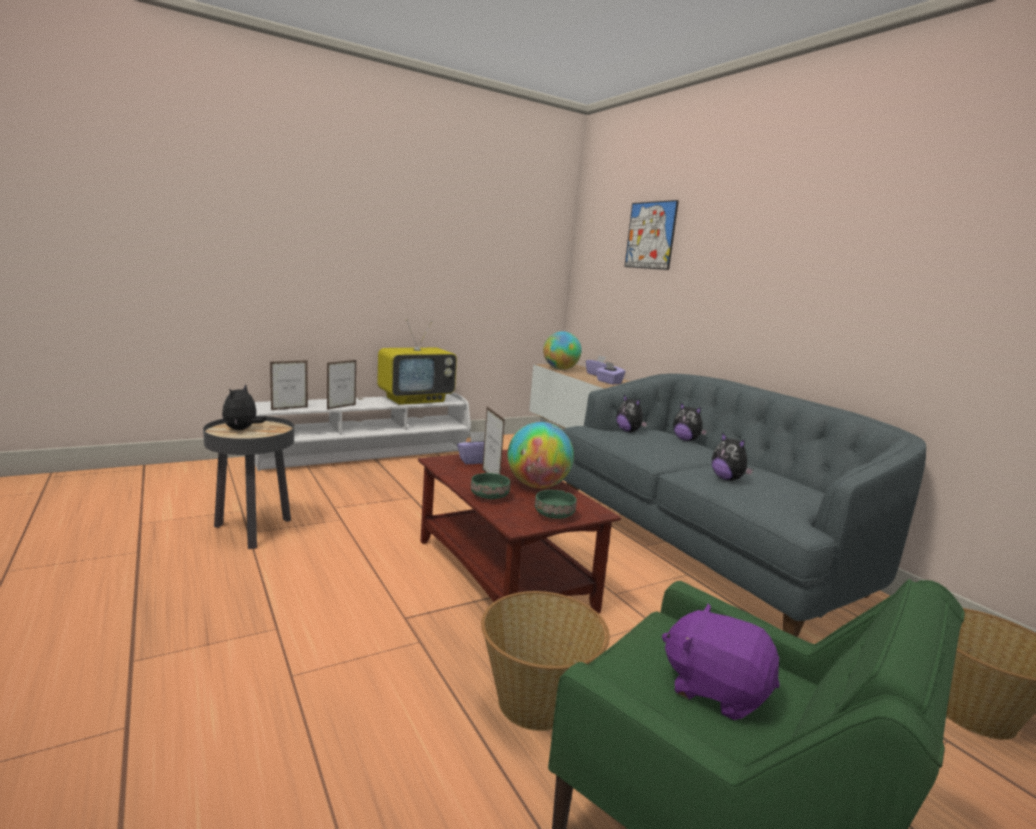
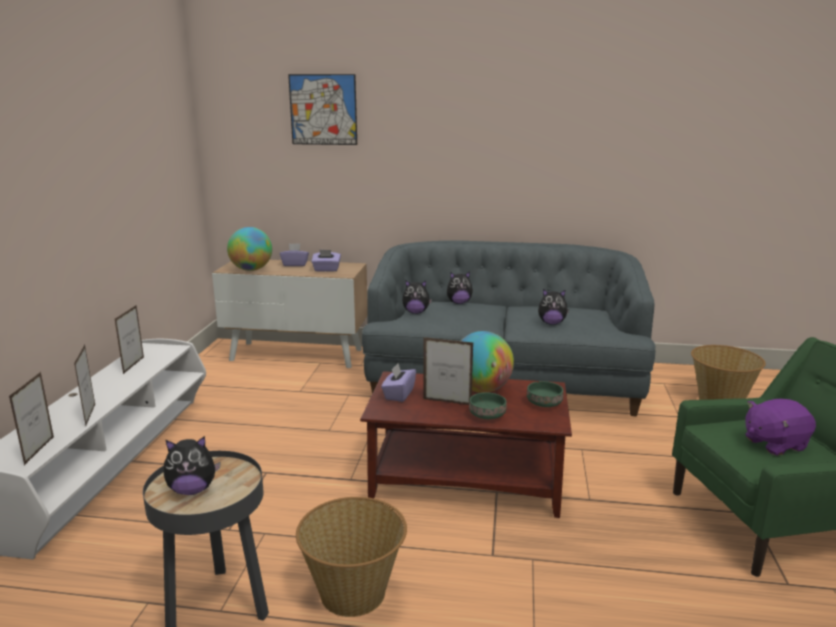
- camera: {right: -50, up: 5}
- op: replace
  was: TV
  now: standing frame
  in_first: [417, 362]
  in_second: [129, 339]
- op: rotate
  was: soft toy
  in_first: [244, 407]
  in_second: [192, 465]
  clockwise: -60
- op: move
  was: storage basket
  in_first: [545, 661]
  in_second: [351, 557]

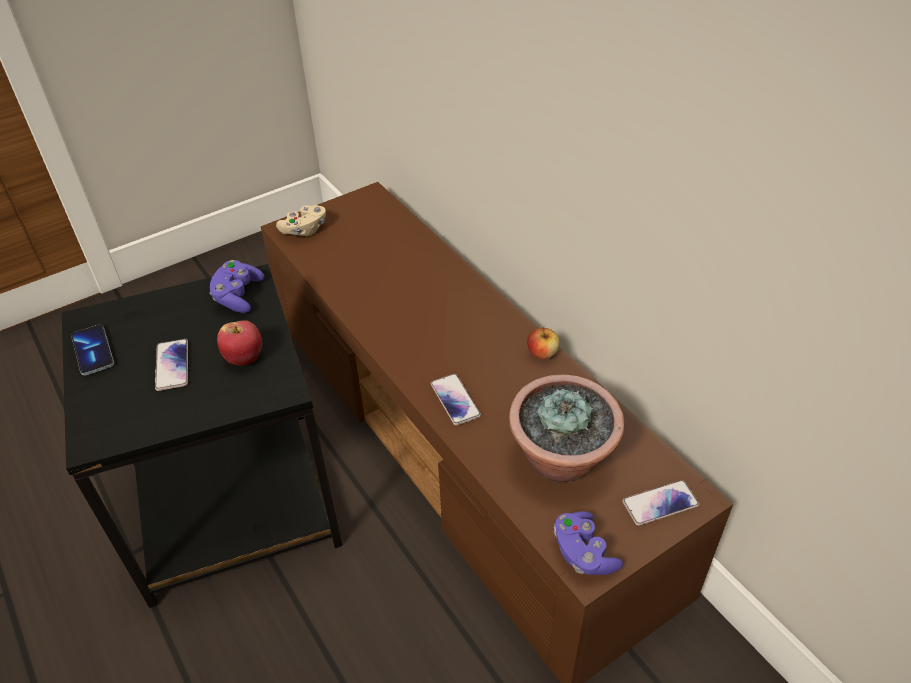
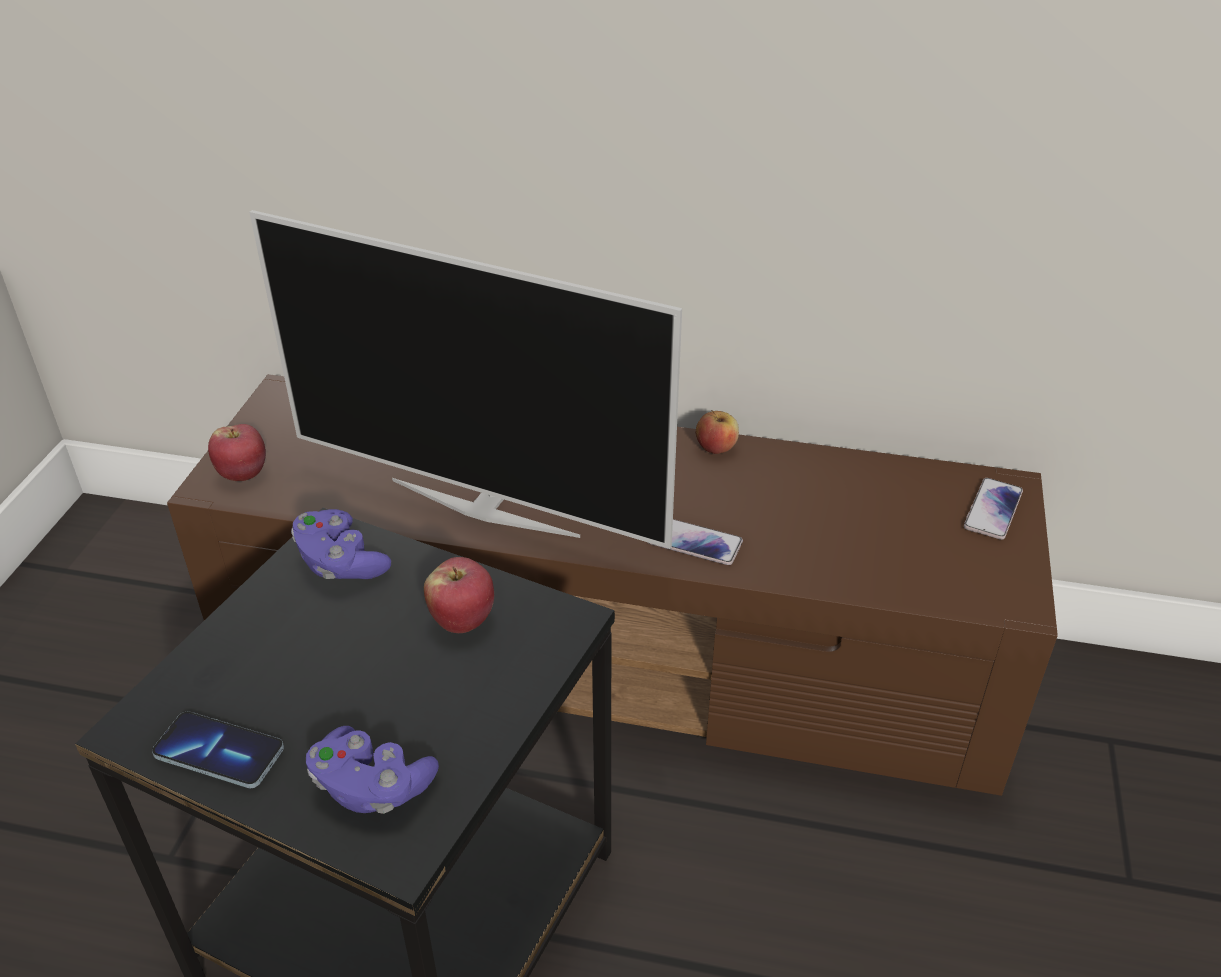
- camera: {right: -45, up: -5}
- op: replace
  was: gamepad (beige-coloured)
  now: apple fruit
  in_first: [301, 220]
  in_second: [237, 452]
- op: delete
  was: handset
  in_first: [171, 365]
- op: delete
  was: houseplant
  in_first: [566, 428]
- op: move
  was: gamepad (purple)
  in_first: [588, 543]
  in_second: [372, 770]
- op: insert
  now: TV
  in_second: [465, 379]

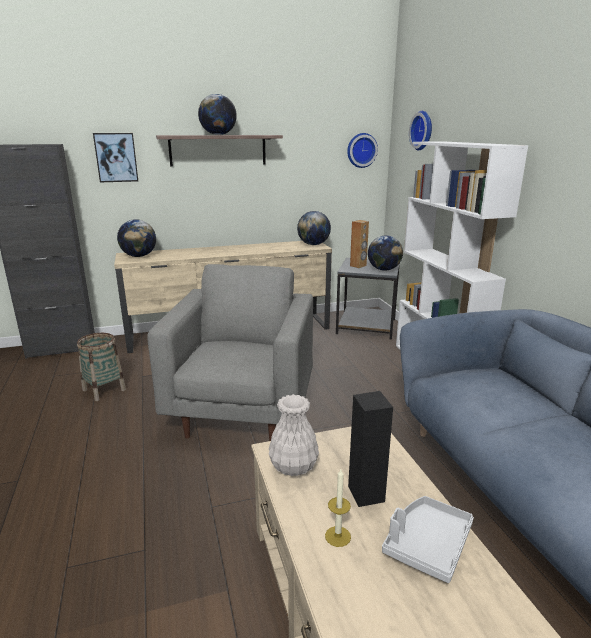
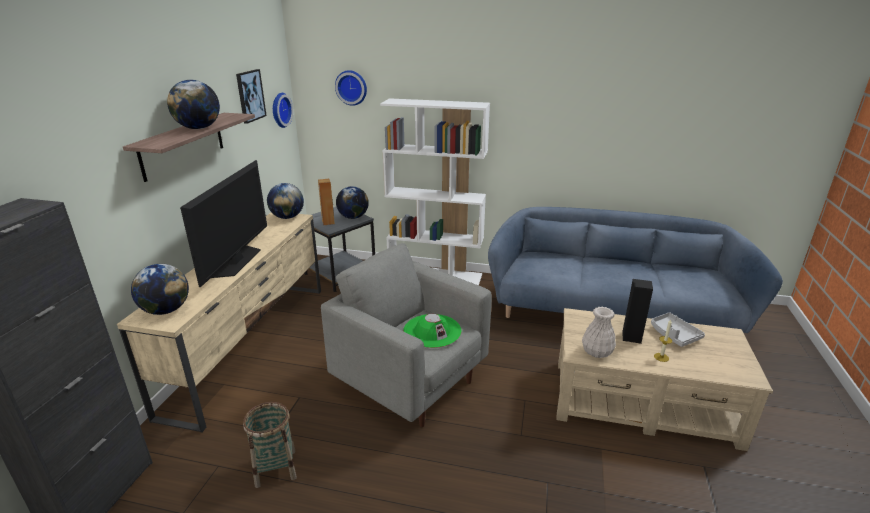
- camera: {right: -60, up: 5}
- op: move
  was: wall picture
  in_first: [115, 157]
  in_second: [251, 96]
- op: insert
  now: TV
  in_second: [223, 223]
- op: insert
  now: wearable hat (greenish)
  in_second: [432, 331]

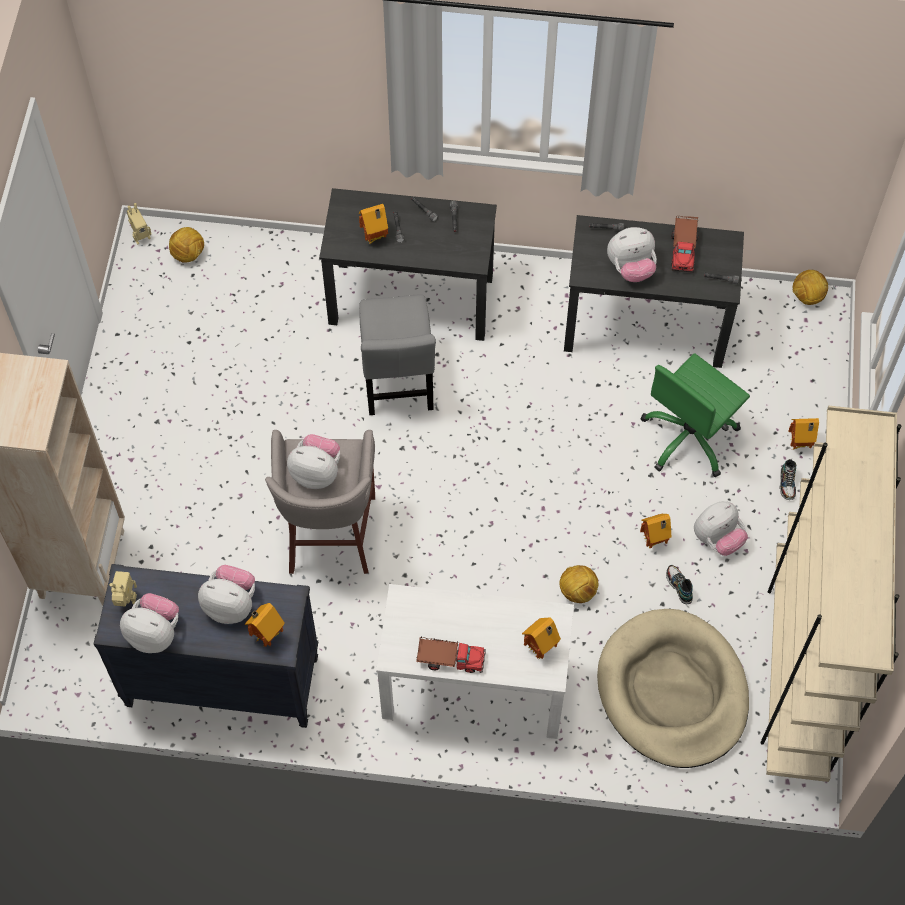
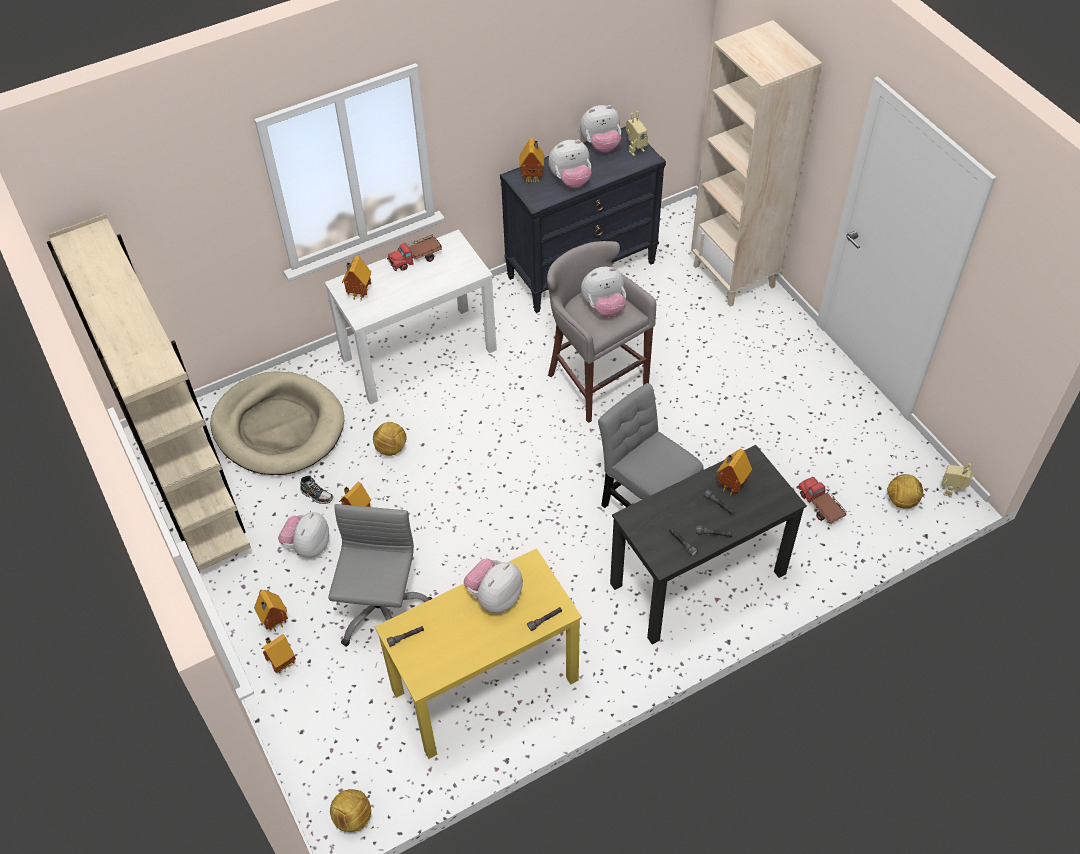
- camera: {right: 145, up: -10}
- op: recolor
  was: desk (black)
  now: desk (yellowish)
  in_first: [654, 291]
  in_second: [478, 653]
- op: move
  was: toy lorry
  in_first: [685, 244]
  in_second: [821, 500]
- op: recolor
  was: office chair (greenish)
  now: office chair (grey)
  in_first: [695, 415]
  in_second: [380, 575]
- op: replace
  was: item of footwear
  now: model house
  in_first: [788, 479]
  in_second: [271, 610]

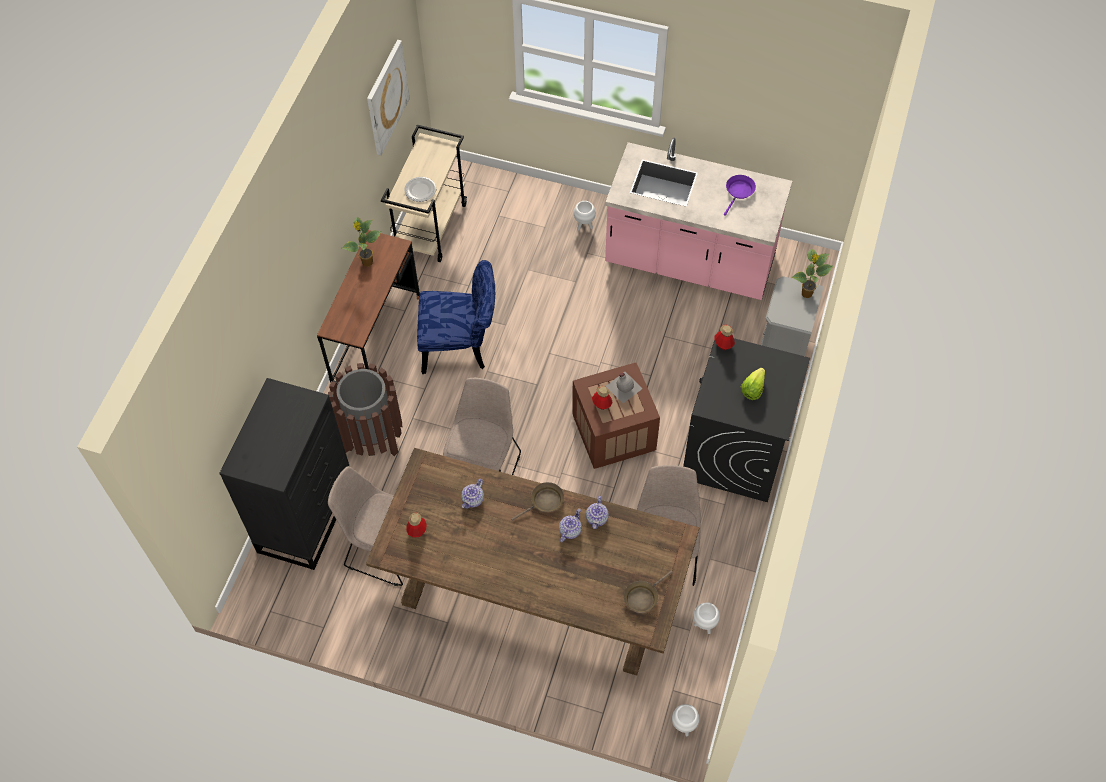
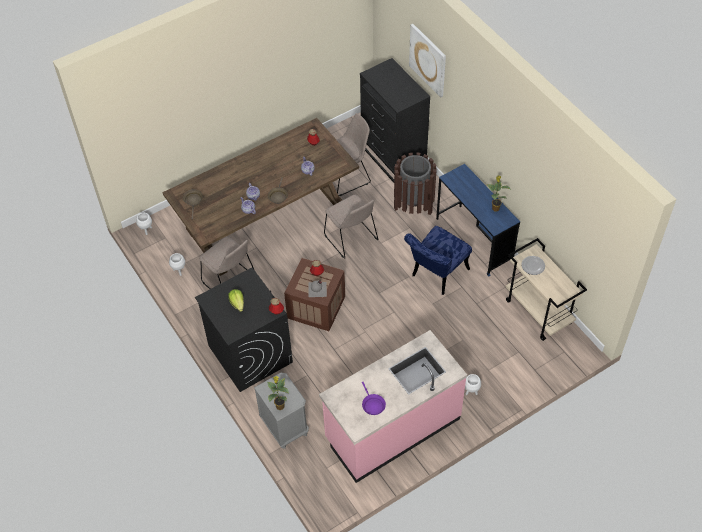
- camera: {right: 130, up: -5}
- op: move
  was: wall picture
  in_first: [388, 98]
  in_second: [427, 61]
- op: recolor
  was: desk (brown-coloured)
  now: desk (blue)
  in_first: [368, 307]
  in_second: [478, 220]

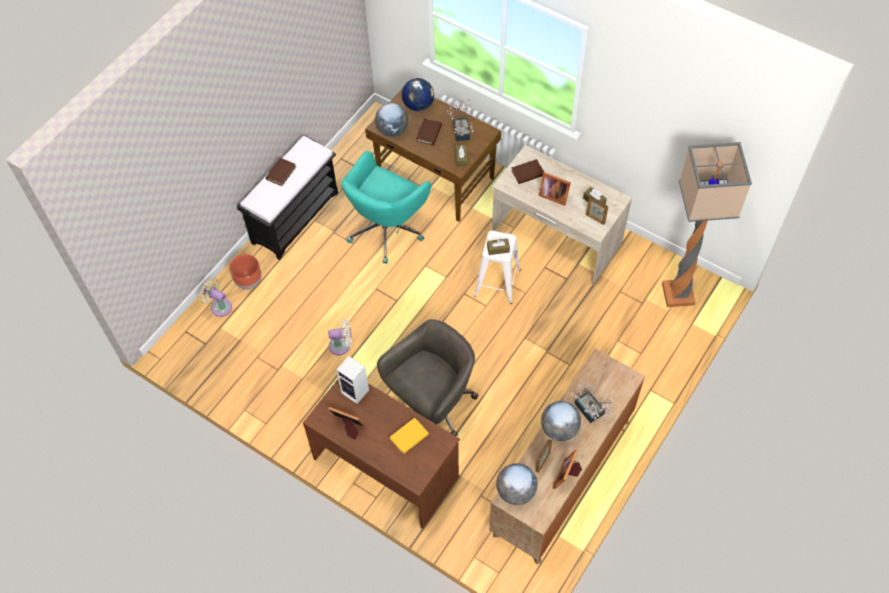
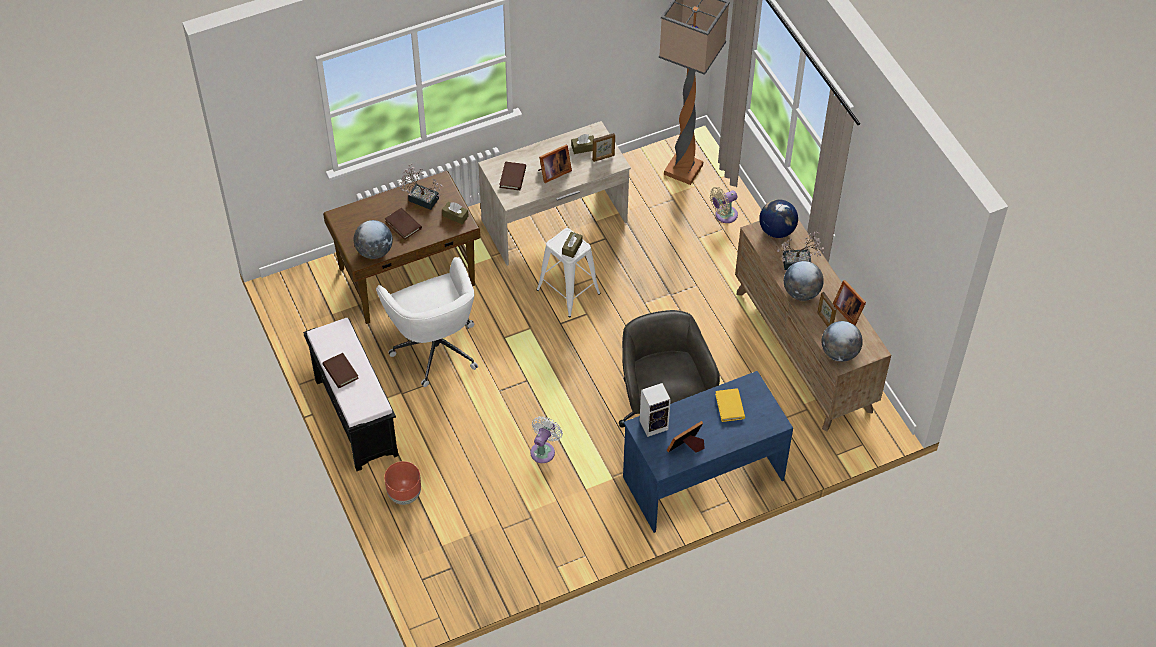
- camera: {right: -60, up: -5}
- op: move
  was: globe
  in_first: [418, 94]
  in_second: [778, 218]
- op: recolor
  was: office chair (blue-green)
  now: office chair (white-coloured)
  in_first: [386, 207]
  in_second: [427, 322]
- op: move
  was: electric fan (beige-coloured)
  in_first: [215, 297]
  in_second: [724, 205]
- op: recolor
  was: desk (brown-coloured)
  now: desk (blue)
  in_first: [381, 454]
  in_second: [708, 452]

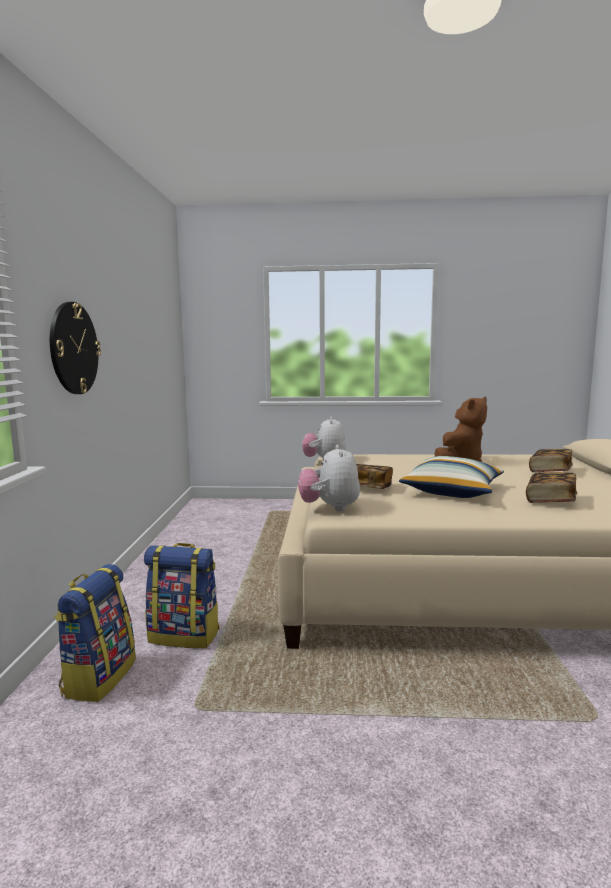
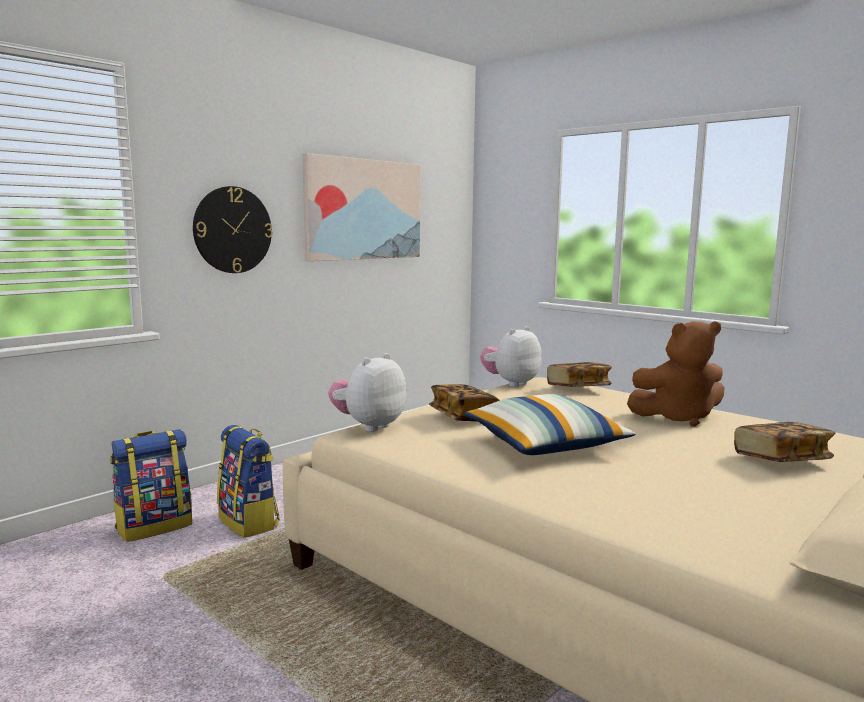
- camera: {right: 40, up: 0}
- op: move
  was: bound book
  in_first: [551, 487]
  in_second: [579, 374]
- op: insert
  now: wall picture
  in_second: [361, 207]

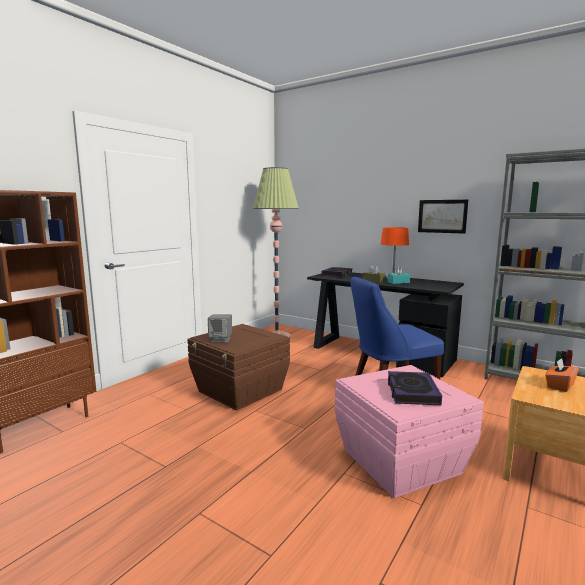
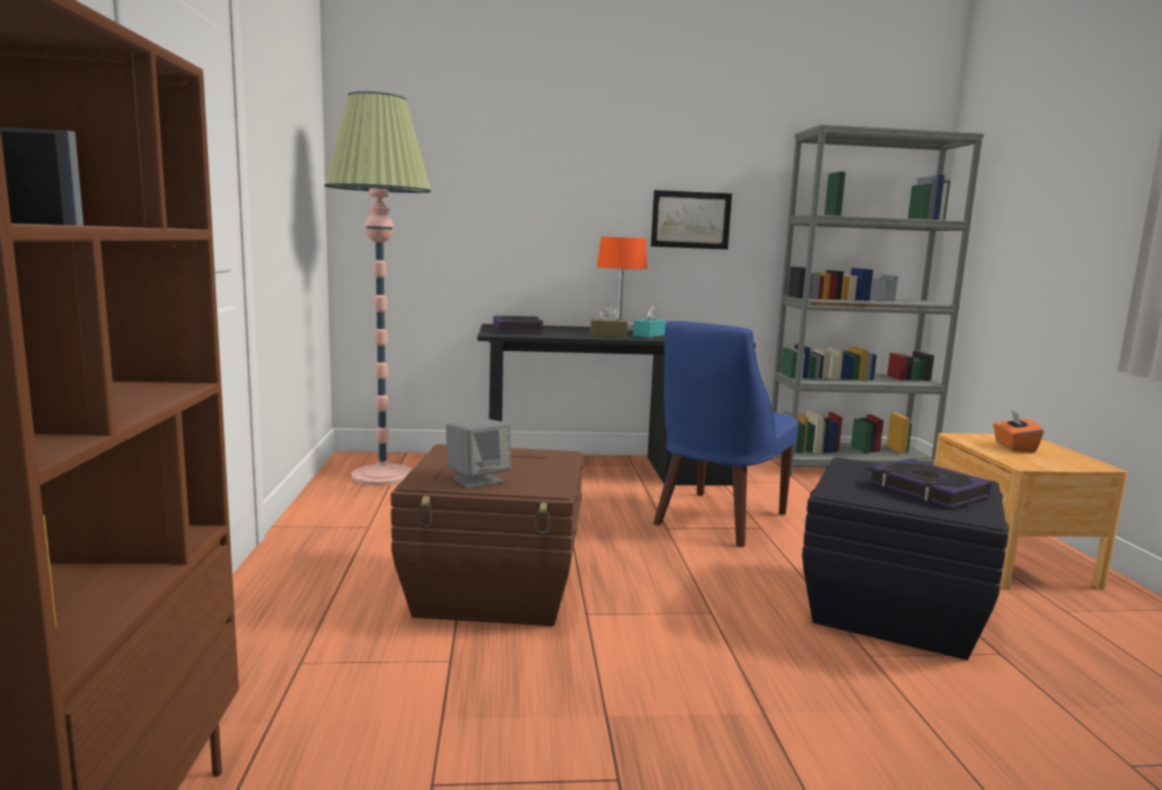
- camera: {right: -40, up: 0}
- op: recolor
  was: storage box (pink-coloured)
  now: storage box (black)
  in_first: [409, 431]
  in_second: [905, 559]

